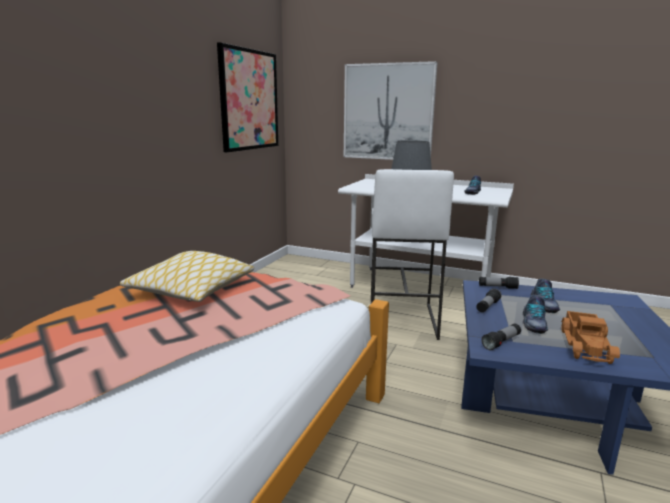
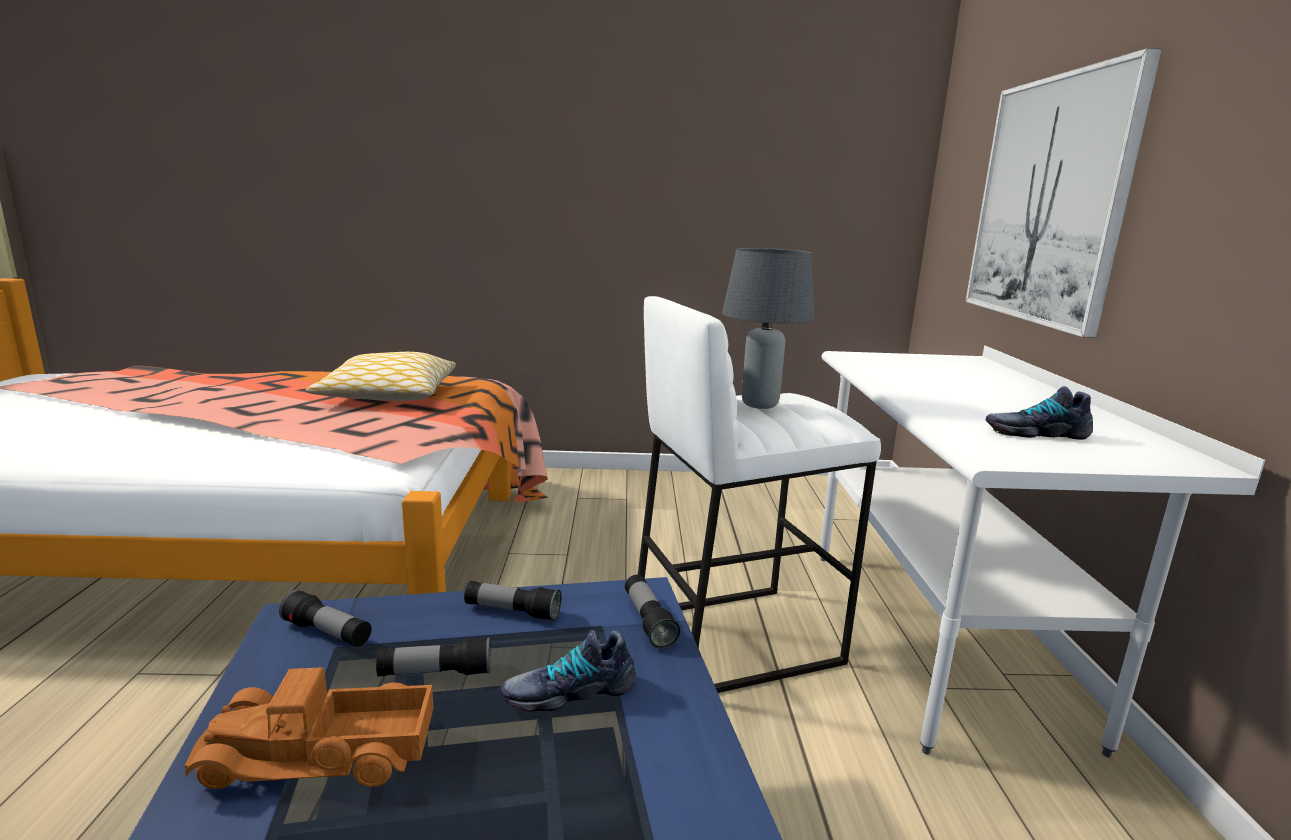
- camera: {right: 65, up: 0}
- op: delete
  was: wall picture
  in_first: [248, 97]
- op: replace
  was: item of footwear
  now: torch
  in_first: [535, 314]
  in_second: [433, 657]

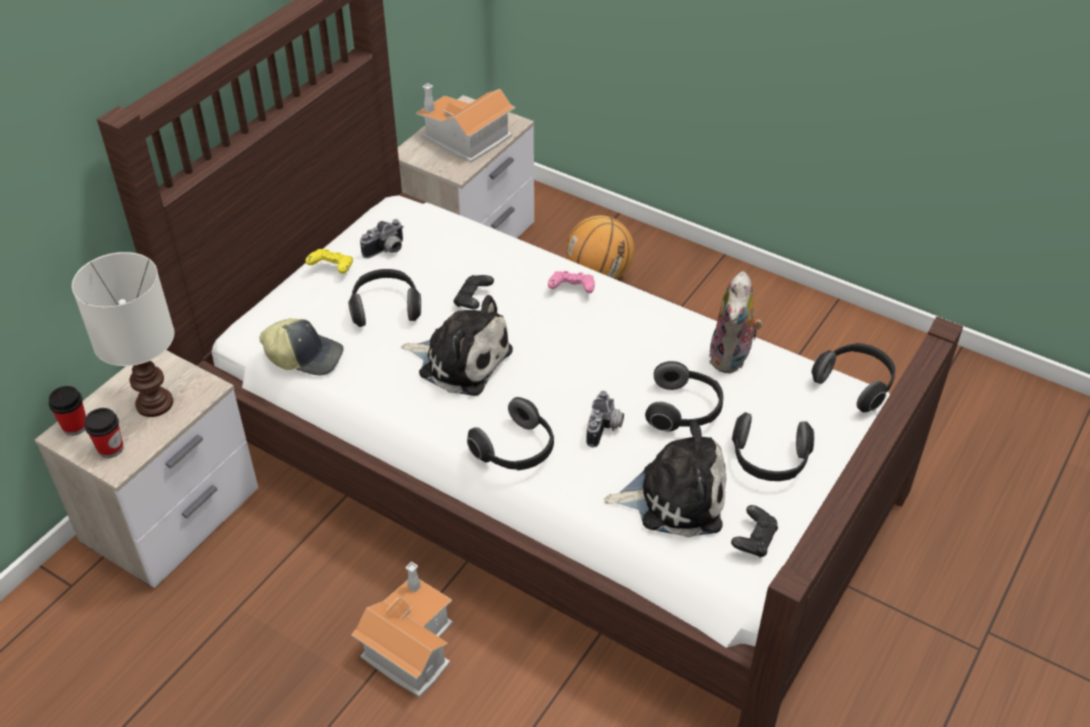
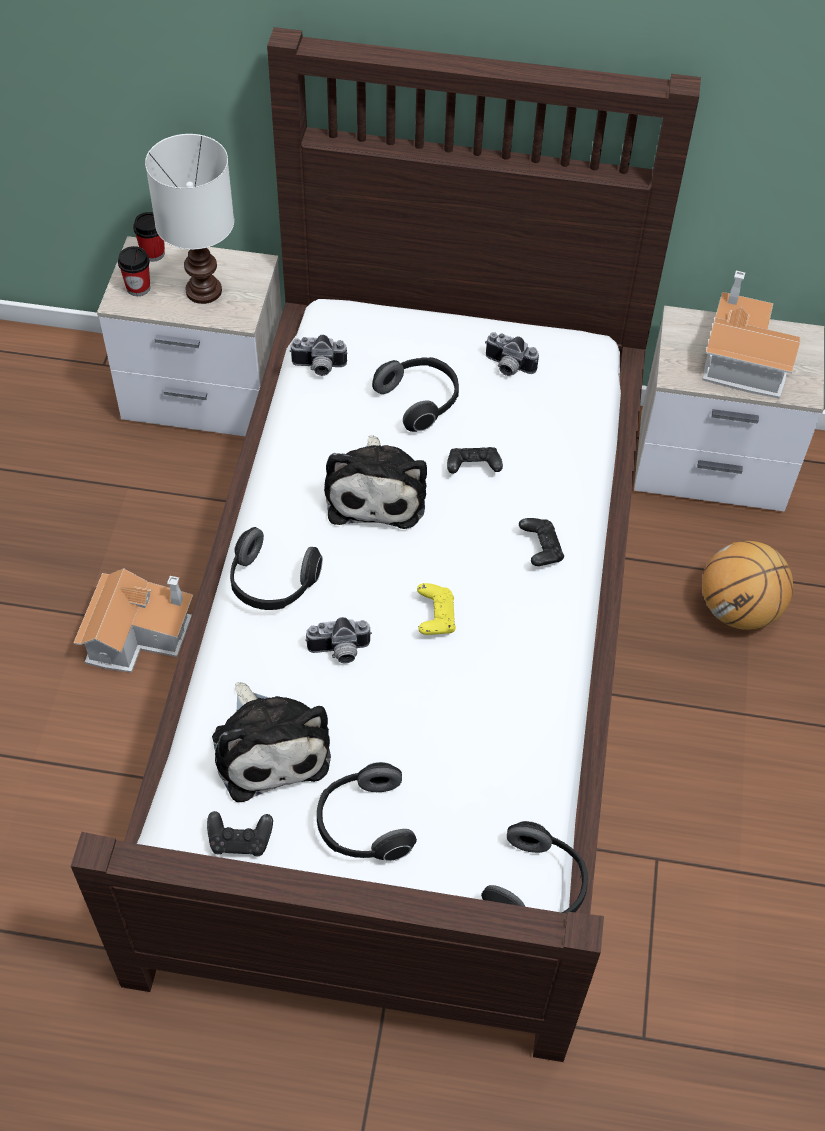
- camera: {right: 65, up: 10}
- op: move
  was: gamepad (yellowish)
  in_first: [329, 261]
  in_second: [436, 609]
- op: recolor
  was: gamepad (pink-coloured)
  now: gamepad (black)
  in_first: [571, 282]
  in_second: [541, 542]
- op: delete
  was: soft toy
  in_first: [736, 322]
- op: replace
  was: cap
  now: photo camera
  in_first: [301, 346]
  in_second: [319, 355]
- op: delete
  was: pair of headphones
  in_first: [684, 396]

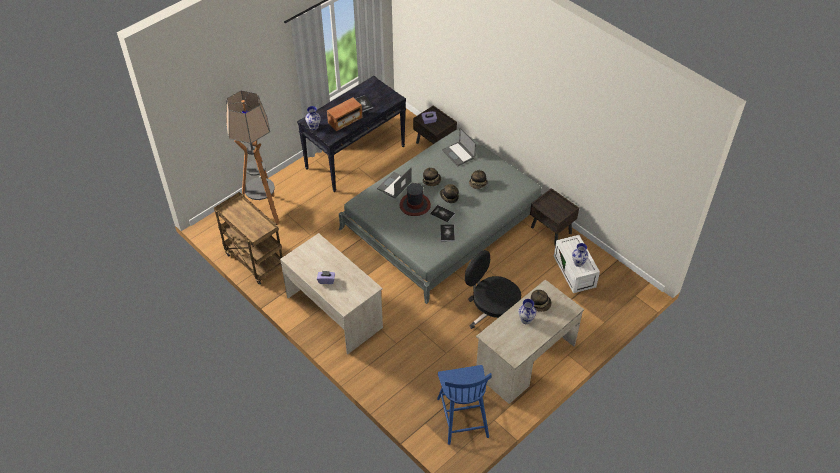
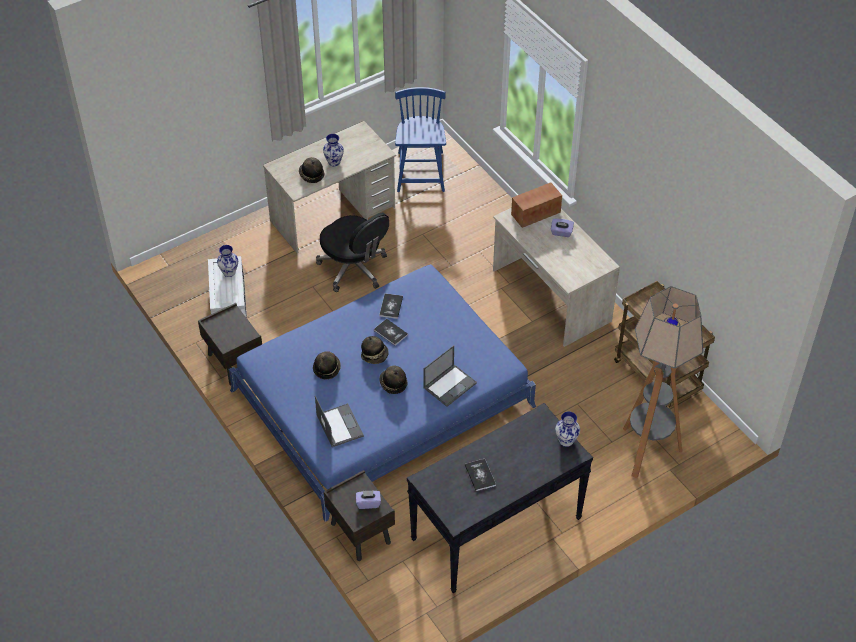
- camera: {right: -170, up: 0}
- op: move
  was: radio set
  in_first: [345, 114]
  in_second: [536, 205]
- op: recolor
  was: bedroom bed (grey)
  now: bedroom bed (blue)
  in_first: [440, 216]
  in_second: [382, 393]
- op: delete
  was: wearable hat
  in_first: [415, 199]

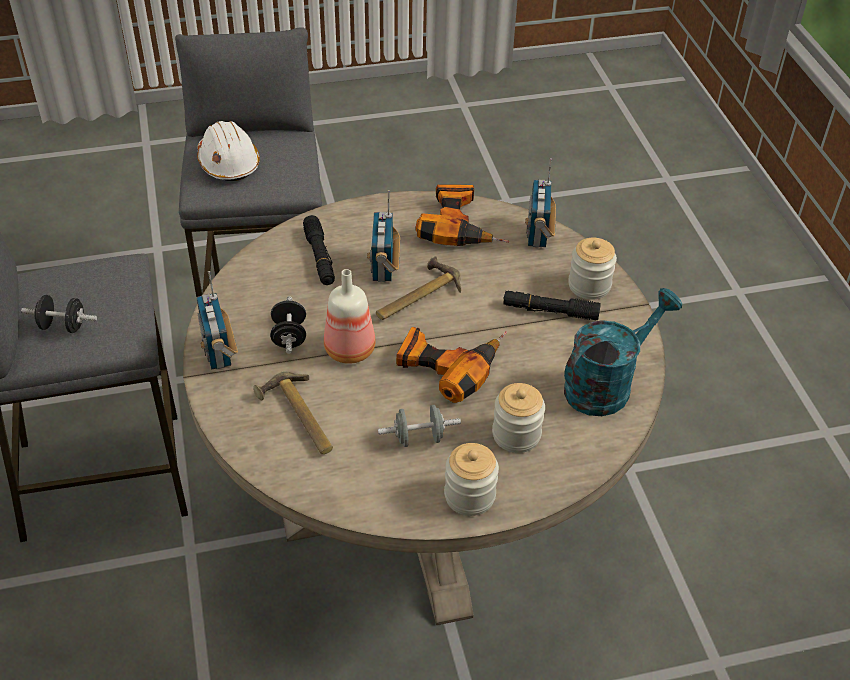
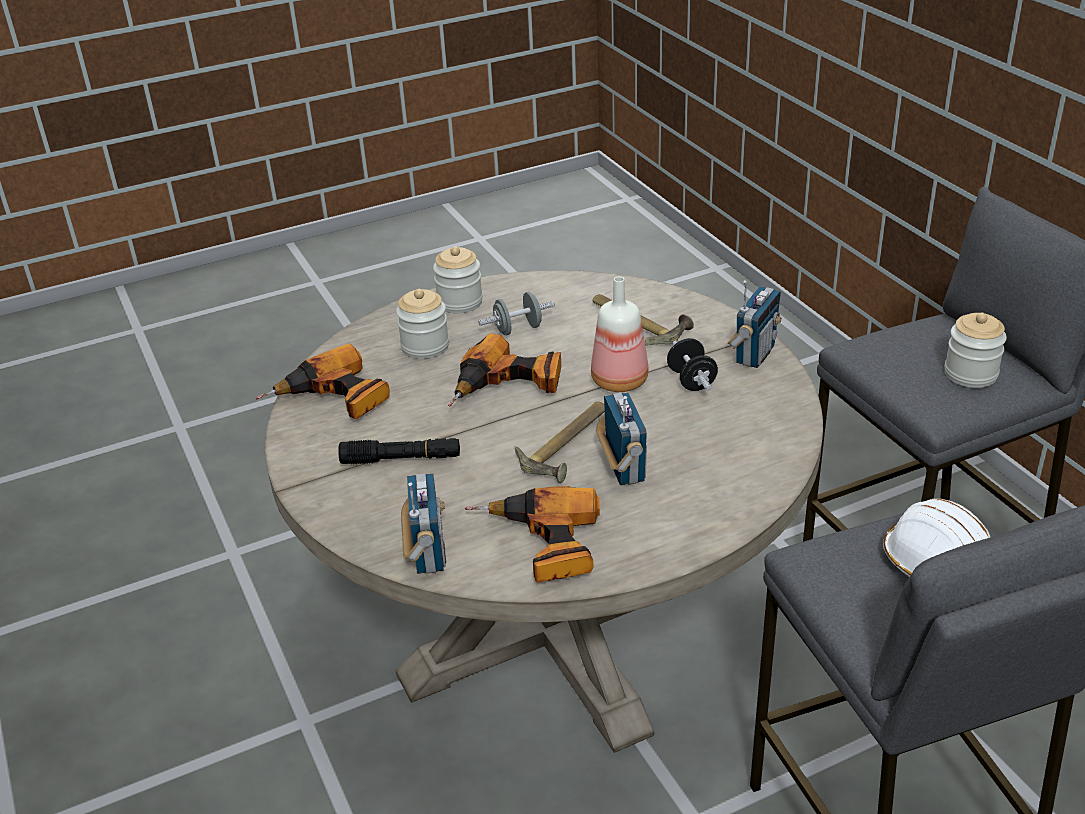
- camera: {right: 170, up: -10}
- op: delete
  was: torch (black)
  in_first: [319, 250]
- op: move
  was: preserve jar
  in_first: [592, 269]
  in_second: [976, 350]
- op: rotate
  was: radio set
  in_first: [217, 320]
  in_second: [755, 324]
  clockwise: 60
- op: replace
  was: sprinkling can (blue-green)
  now: drill
  in_first: [623, 352]
  in_second: [322, 381]
- op: delete
  was: free weight (black)
  in_first: [59, 314]

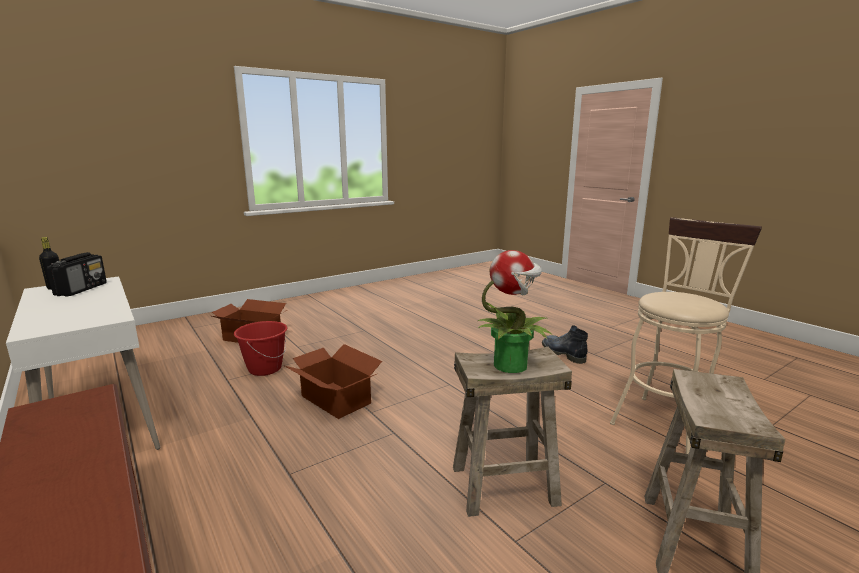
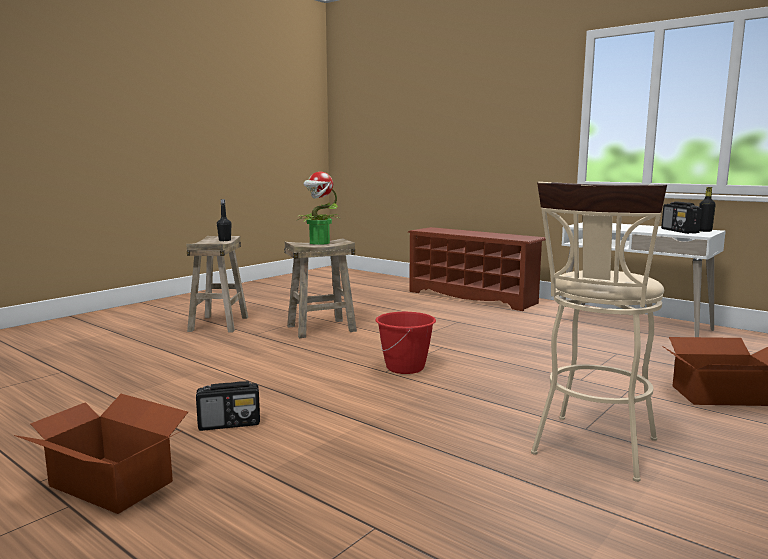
- camera: {right: 165, up: -5}
- op: move
  was: sitting stool (beige-coloured)
  in_first: [686, 335]
  in_second: [599, 332]
- op: move
  was: pail (red-coloured)
  in_first: [260, 348]
  in_second: [406, 343]
- op: replace
  was: boot
  now: radio set
  in_first: [565, 344]
  in_second: [228, 406]
- op: move
  was: carton
  in_first: [333, 381]
  in_second: [101, 454]
- op: insert
  now: drink bottle (black)
  in_second: [224, 220]

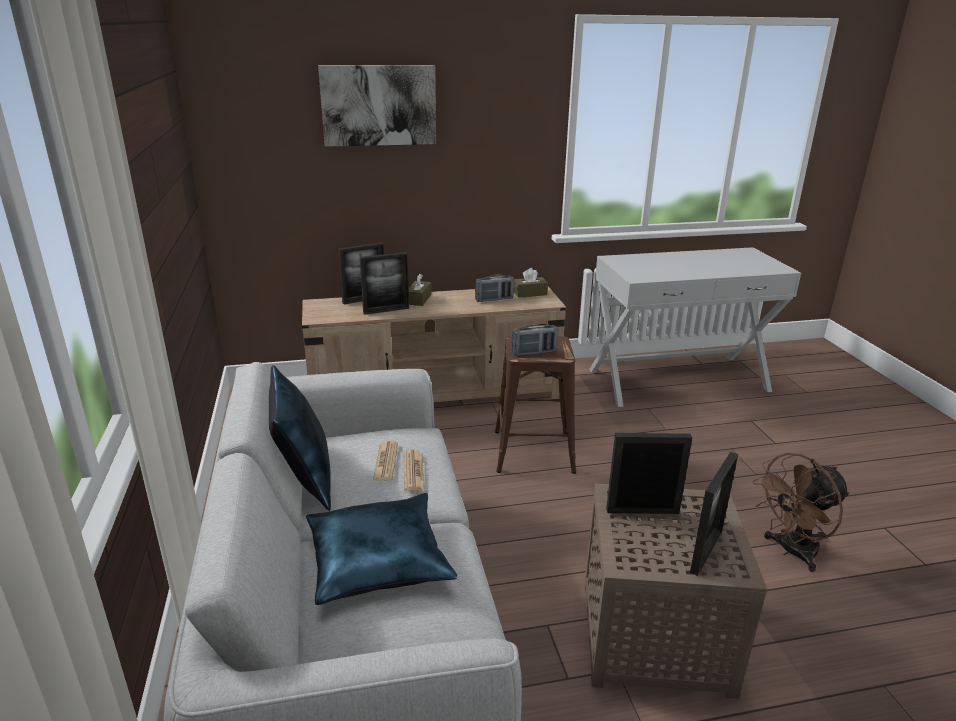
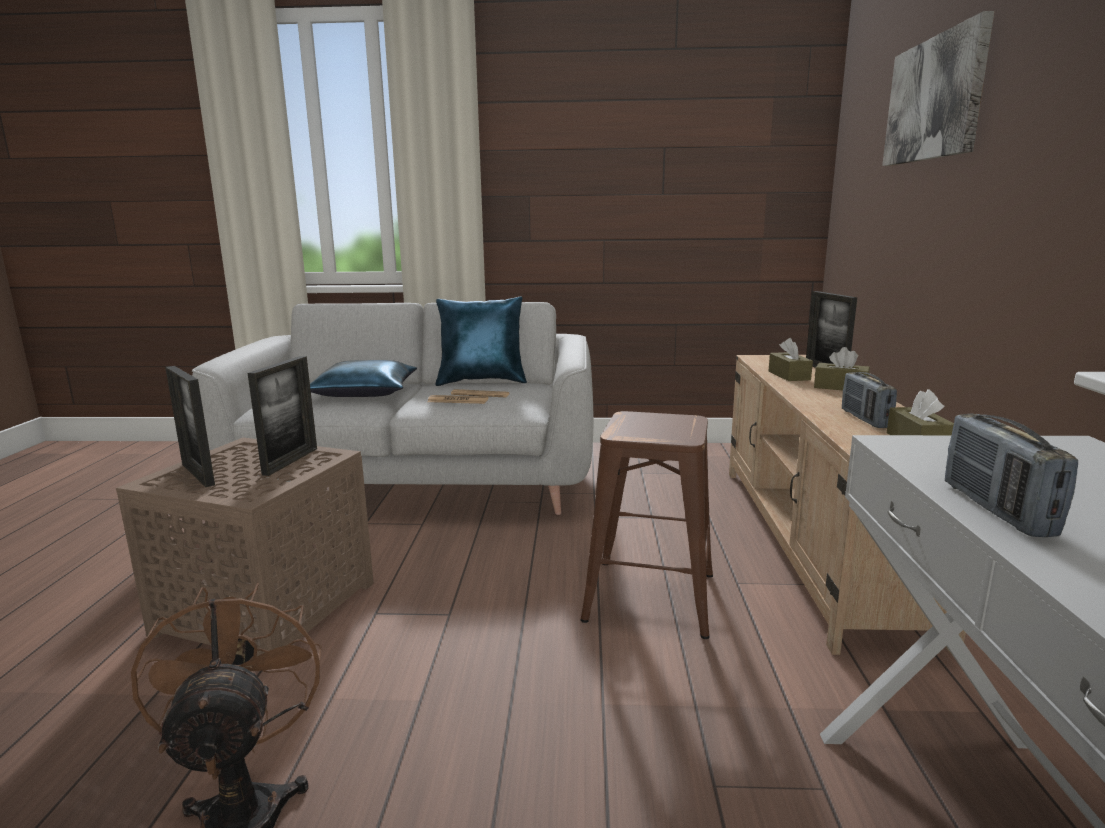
- camera: {right: 105, up: -10}
- op: replace
  was: standing frame
  now: tissue holder (brown-coloured)
  in_first: [384, 283]
  in_second: [791, 359]
- op: move
  was: radio set
  in_first: [534, 340]
  in_second: [1011, 475]

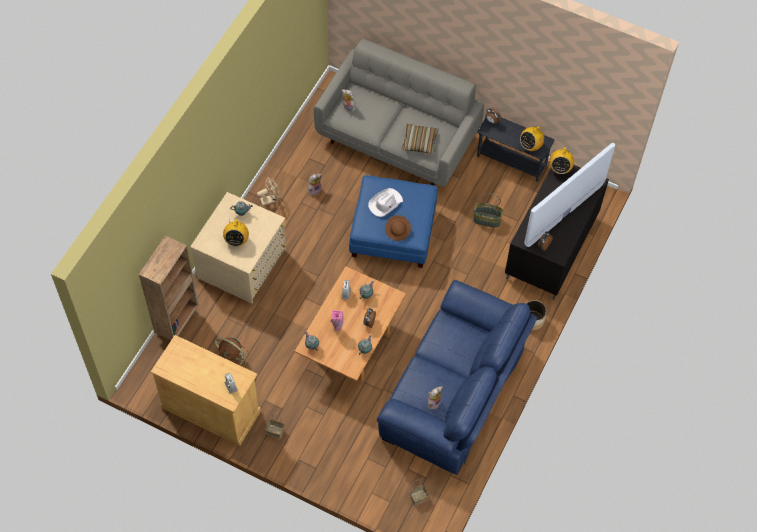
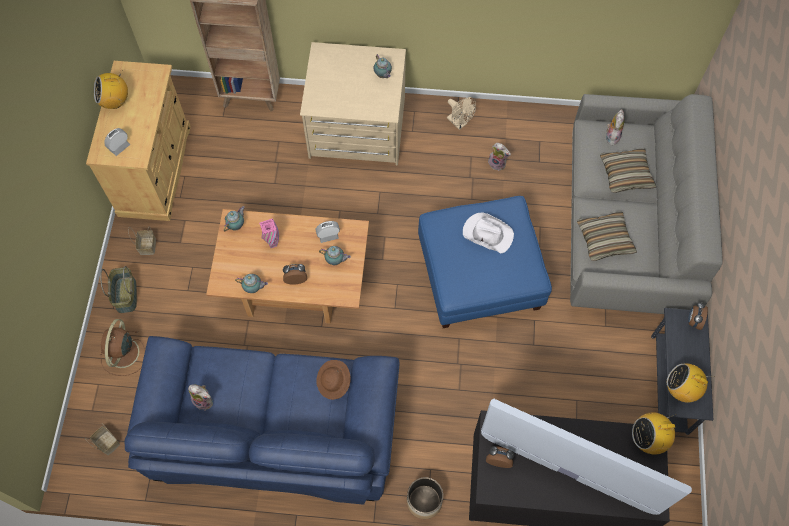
- camera: {right: 70, up: 5}
- op: move
  was: storage basket
  in_first: [488, 211]
  in_second: [118, 289]
- op: move
  was: wearable hat (brown-coloured)
  in_first: [398, 228]
  in_second: [333, 380]
- op: move
  was: radio set
  in_first: [236, 233]
  in_second: [111, 89]
- op: move
  was: electric fan (brown-coloured)
  in_first: [232, 351]
  in_second: [123, 347]
- op: insert
  now: pillow
  in_second: [628, 170]

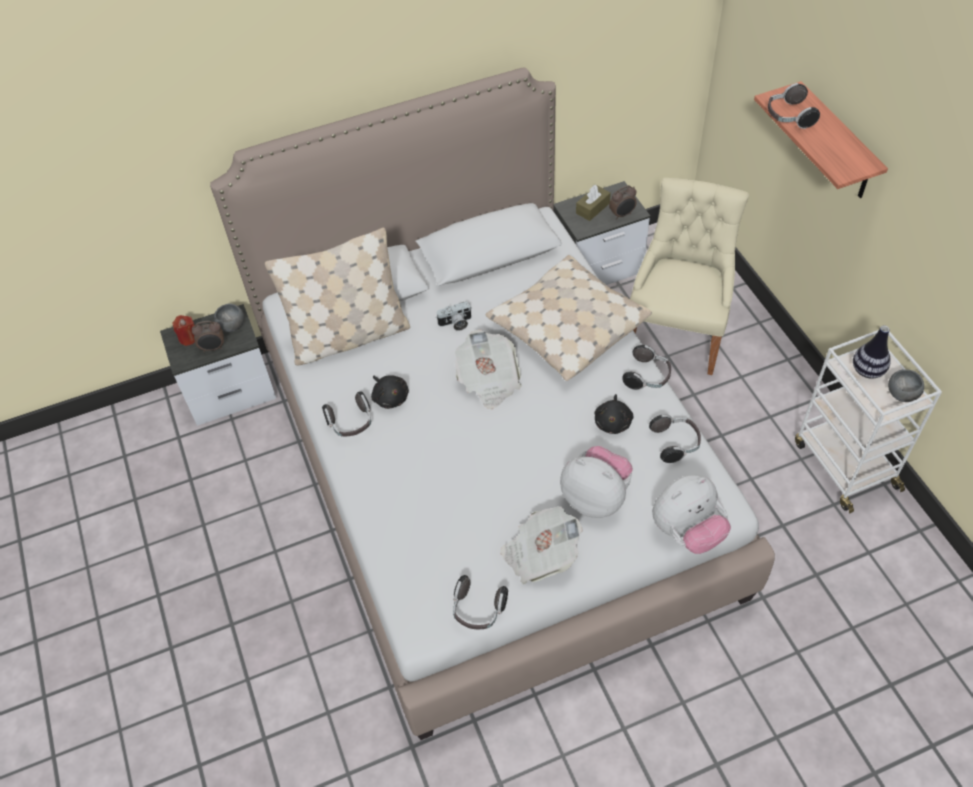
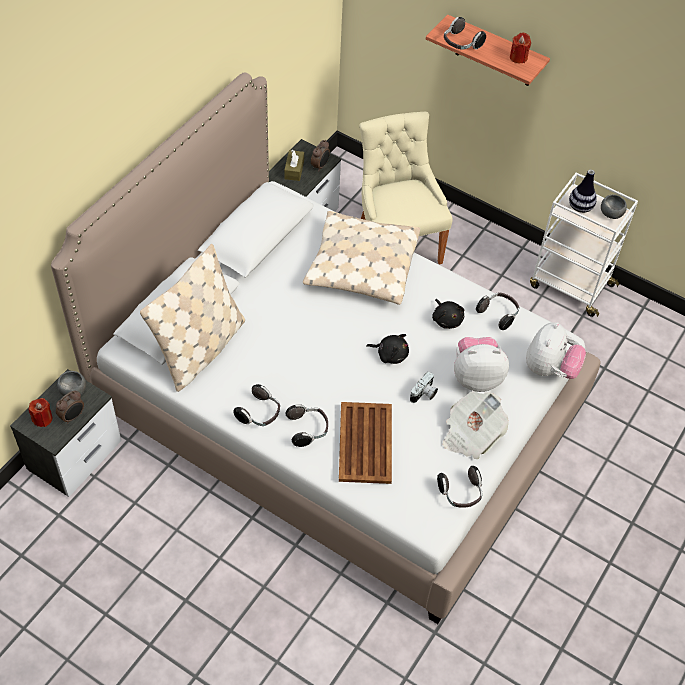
- camera: {right: -40, up: 0}
- op: move
  was: photo camera
  in_first: [454, 316]
  in_second: [424, 387]
- op: delete
  was: newspaper
  in_first: [488, 369]
- op: move
  was: pair of headphones
  in_first: [646, 367]
  in_second: [307, 425]
- op: move
  was: soft toy (black)
  in_first: [390, 392]
  in_second: [387, 349]
- op: insert
  now: wax candle (red-coloured)
  in_second: [520, 48]
- op: insert
  now: serving tray (brown-coloured)
  in_second: [365, 443]

